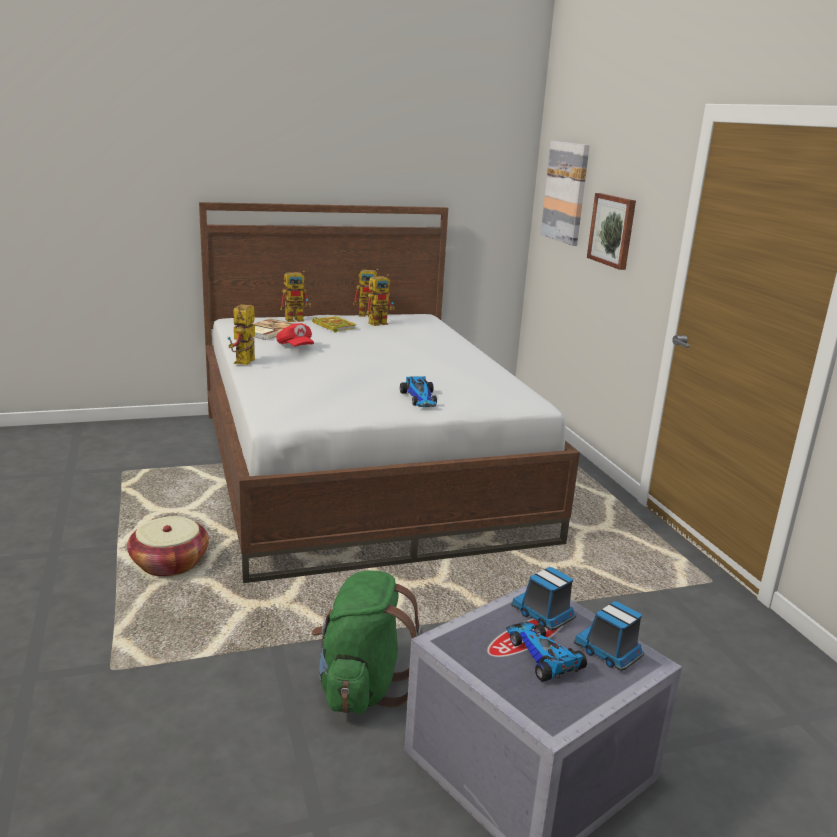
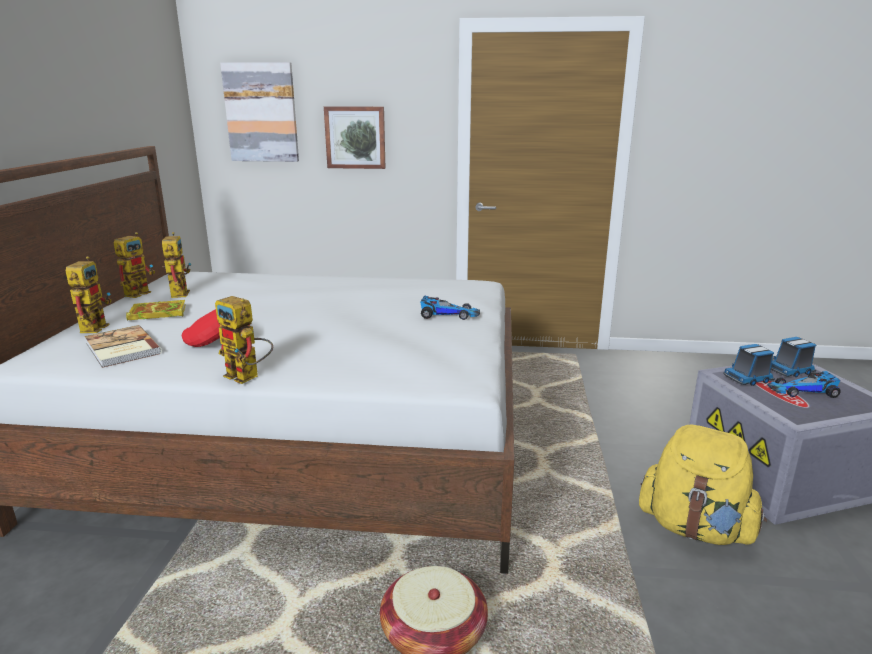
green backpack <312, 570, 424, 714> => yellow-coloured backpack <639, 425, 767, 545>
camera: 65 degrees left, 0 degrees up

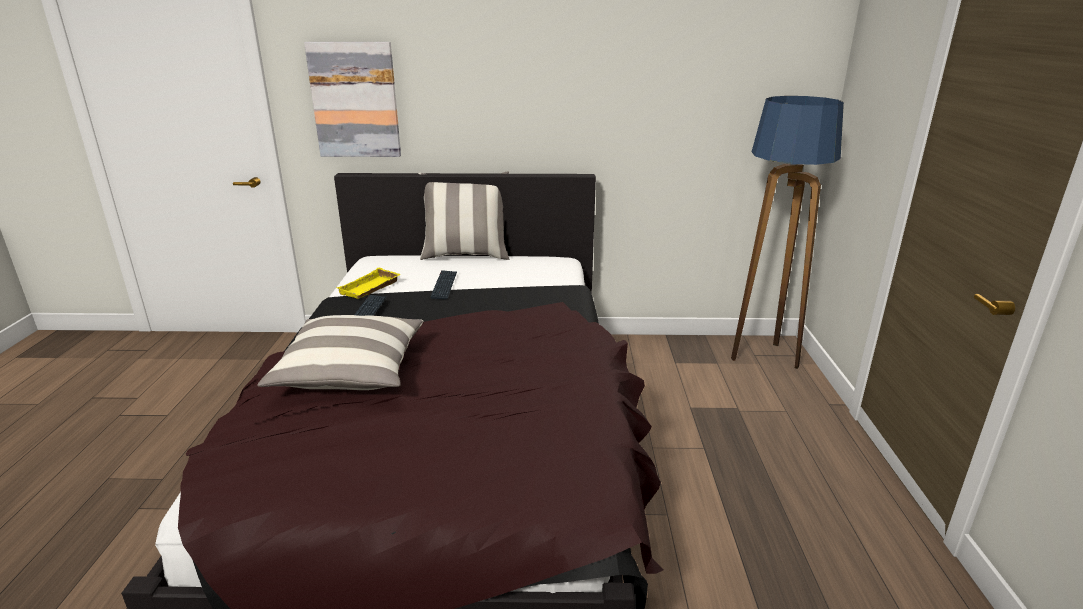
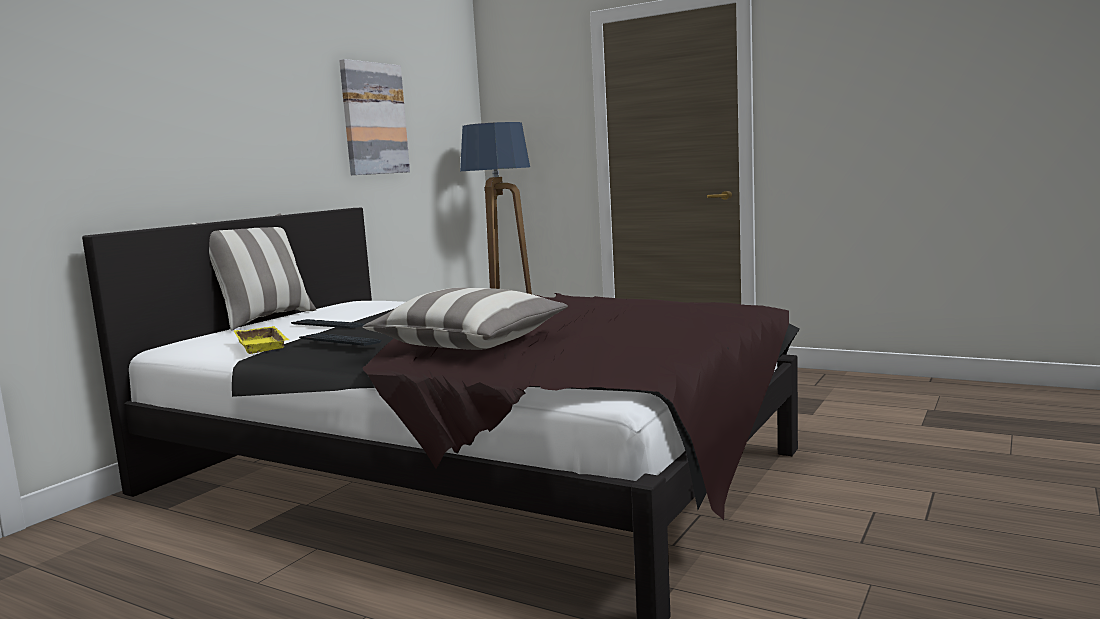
wall art <304, 42, 401, 157> => wall art <339, 59, 410, 175>, relocated
camera: 60 degrees left, 15 degrees down

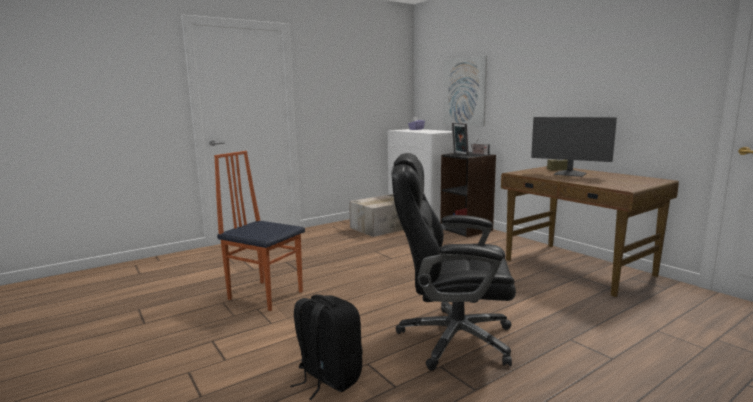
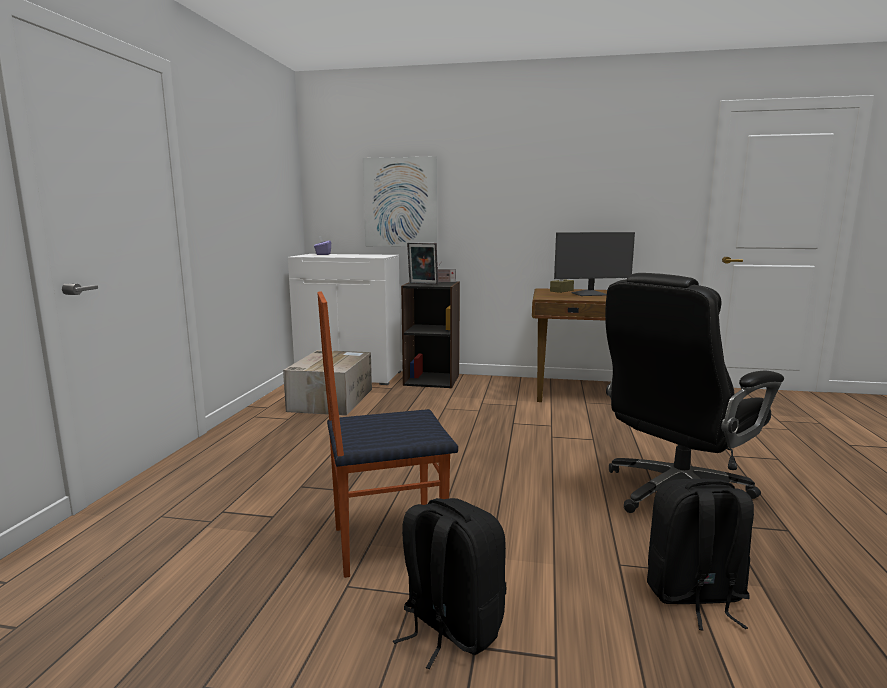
nothing => blackish backpack <393, 498, 507, 669>
camera: 45 degrees left, 0 degrees up

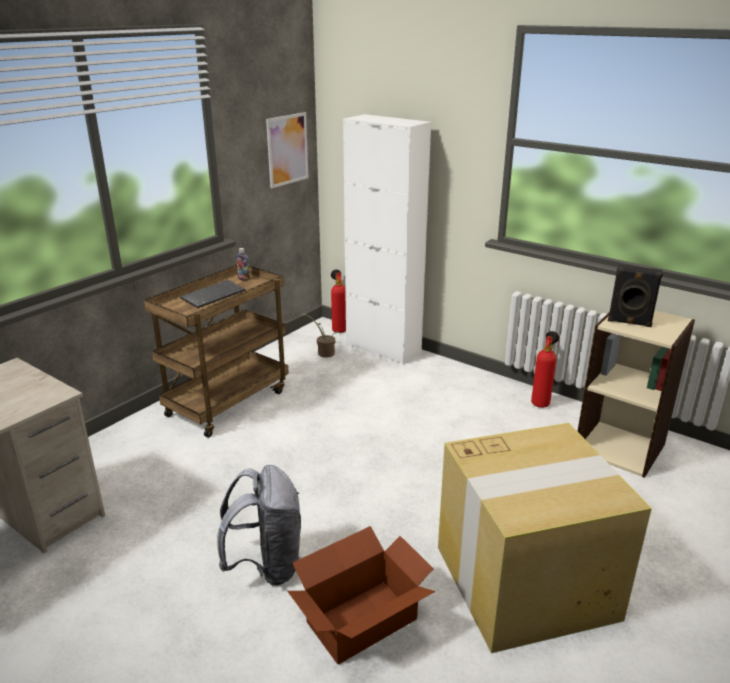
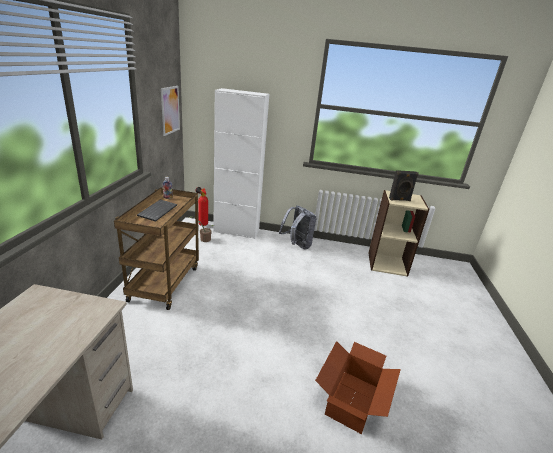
cardboard box <438, 423, 652, 653> => nothing
extinguisher <531, 331, 559, 408> => nothing
greyish backpack <217, 465, 301, 586> => greyish backpack <279, 205, 317, 249>, relocated
camera: 30 degrees left, 0 degrees up

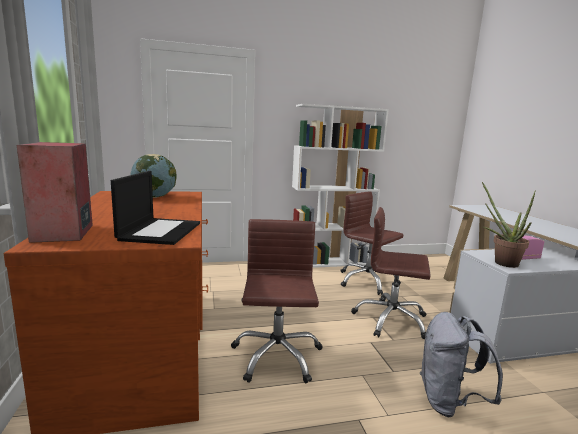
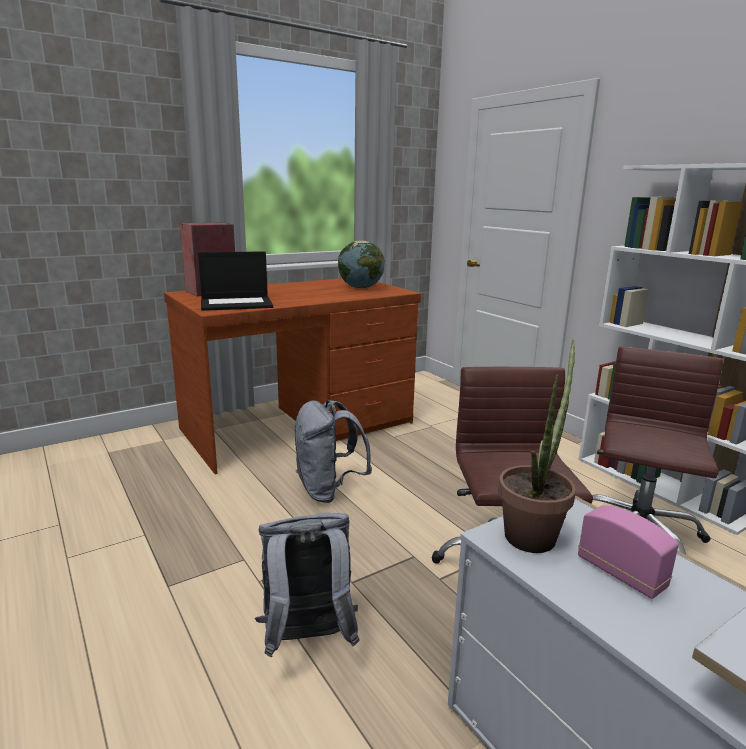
brown-coloured office chair <231, 219, 323, 383> => greyish backpack <294, 400, 372, 503>
camera: 70 degrees right, 5 degrees up

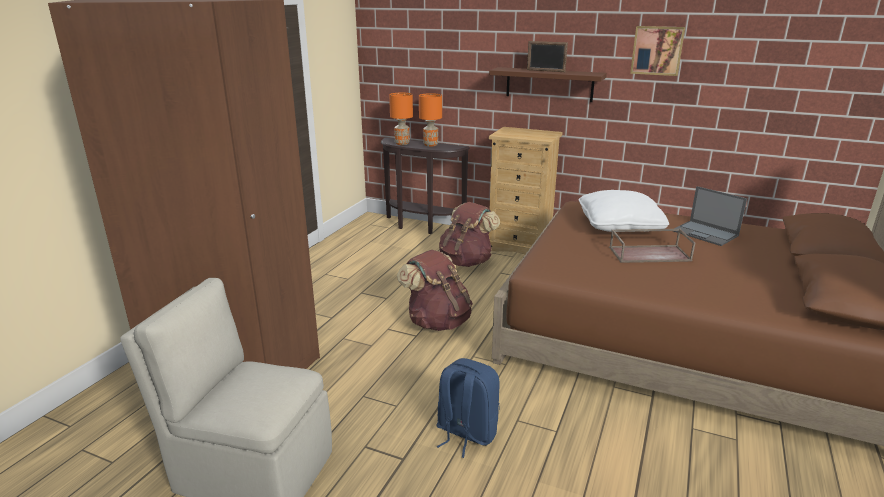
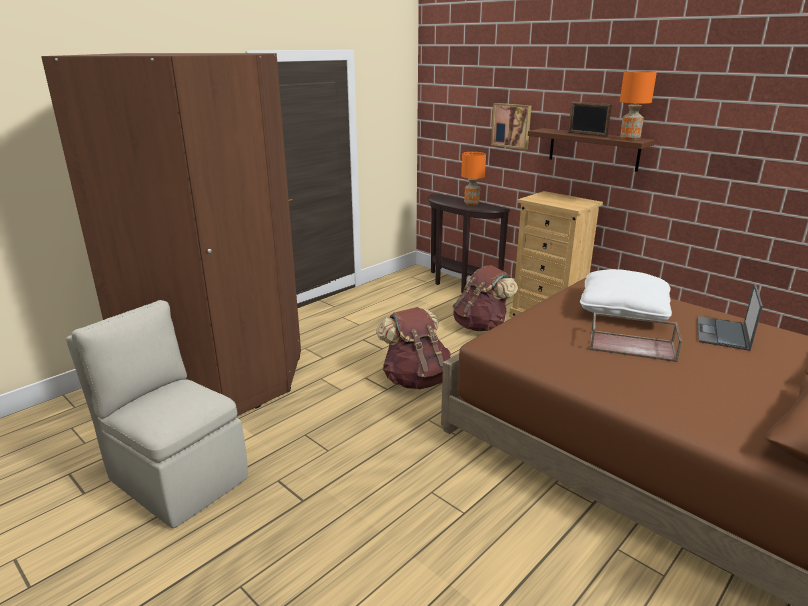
blue-coloured backpack <436, 358, 500, 458> => nothing
orange-coloured lamp for a table <389, 93, 413, 145> => orange-coloured lamp for a table <620, 71, 657, 141>, relocated
wall art <630, 26, 685, 76> => wall art <491, 103, 531, 150>, relocated
laptop <673, 186, 747, 246> => laptop <697, 283, 763, 351>, 45 degrees clockwise
camera: 20 degrees right, 0 degrees up

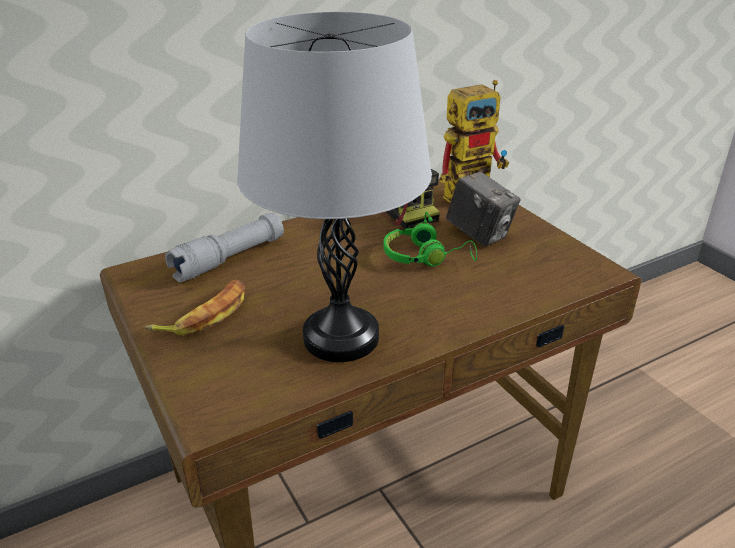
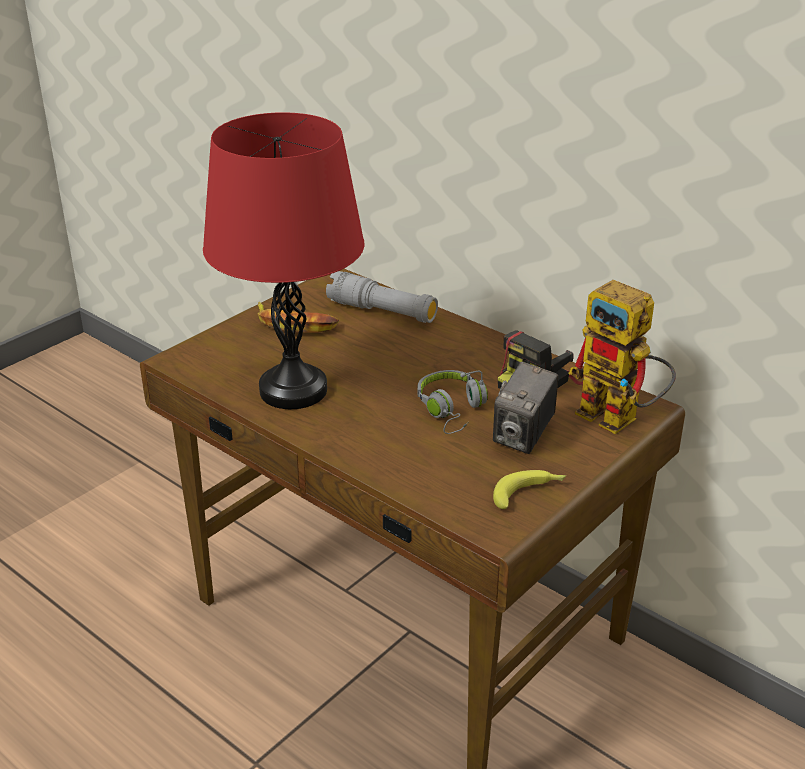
nothing => banana <493, 470, 566, 509>
greyish lamp for a table <237, 12, 432, 362> => red lamp for a table <203, 112, 364, 409>
green pair of headphones <384, 212, 477, 267> => greyish pair of headphones <418, 370, 488, 434>
camera: 70 degrees right, 0 degrees up

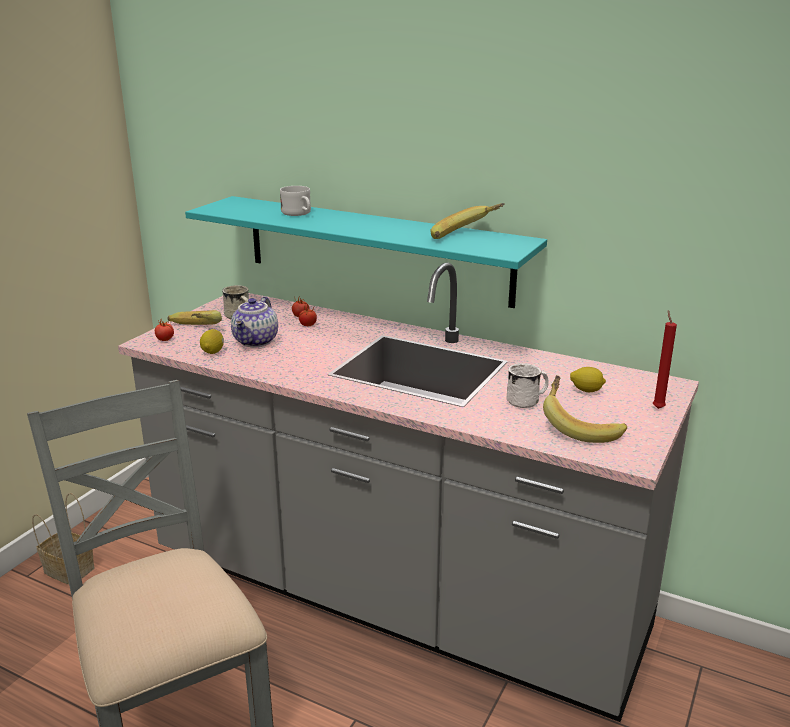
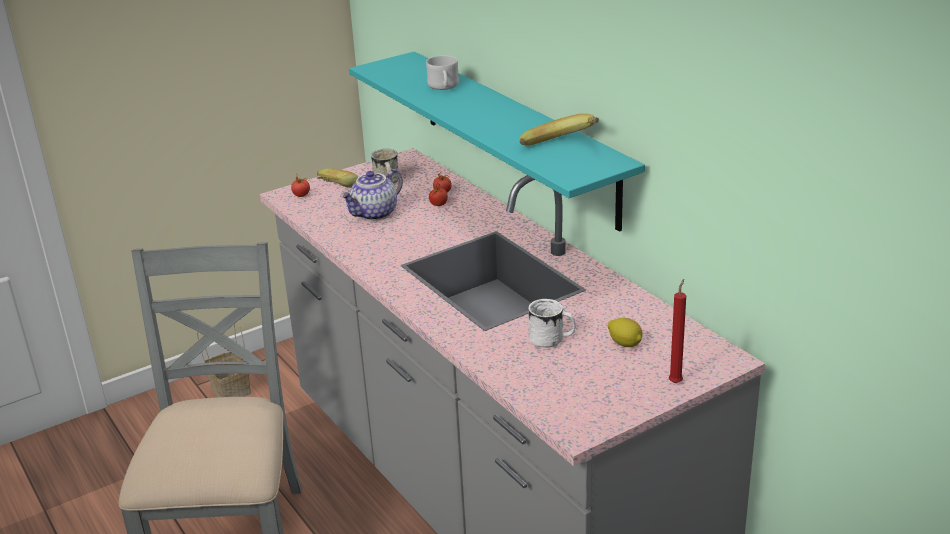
citrus fruit <200, 329, 224, 354> => nothing
banana <543, 375, 627, 443> => nothing
camera: 30 degrees right, 5 degrees up

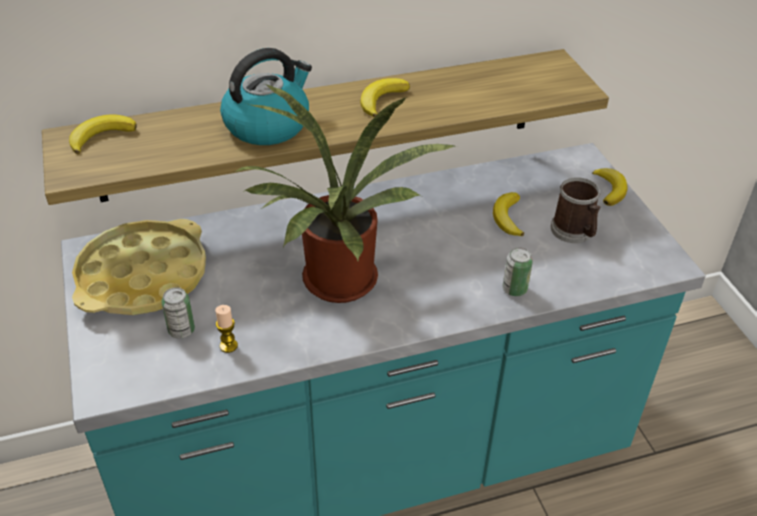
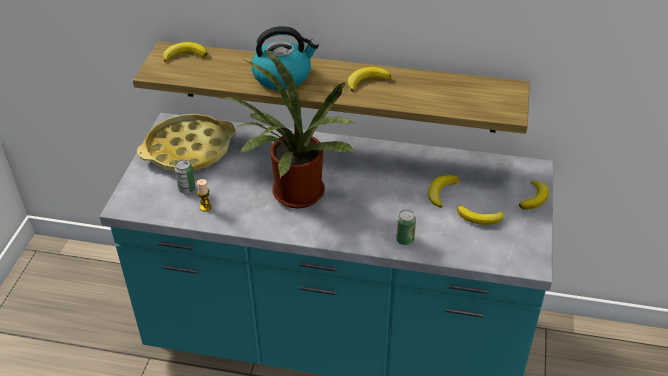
tea mug <551, 177, 600, 243> => banana <457, 205, 504, 225>
camera: 30 degrees right, 0 degrees up

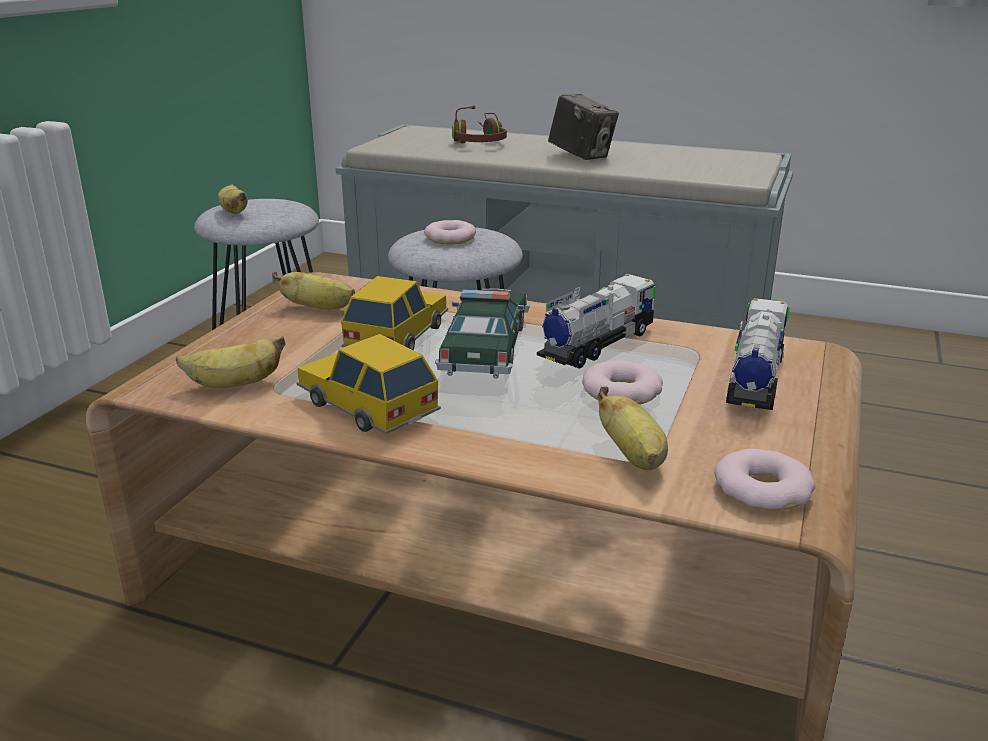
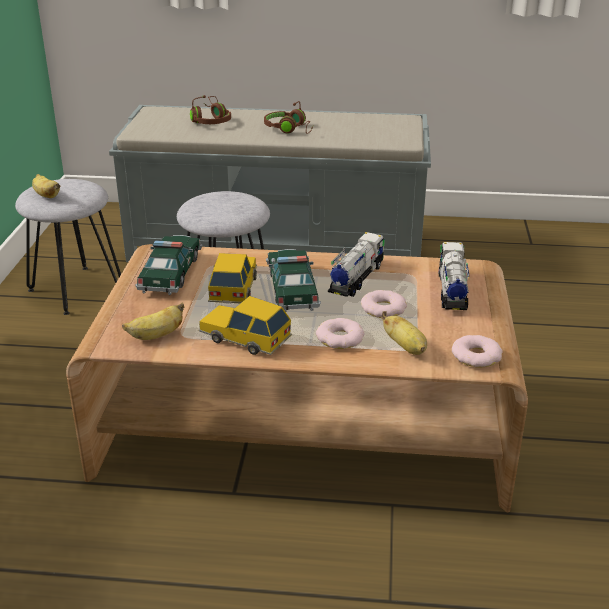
doughnut <424, 220, 476, 245> => doughnut <316, 318, 364, 349>, relocated
banana <272, 271, 355, 309> => miniature car <135, 235, 202, 295>
still camera <548, 94, 619, 160> => brown-coloured pair of headphones <264, 101, 313, 134>
camera: 15 degrees left, 5 degrees up

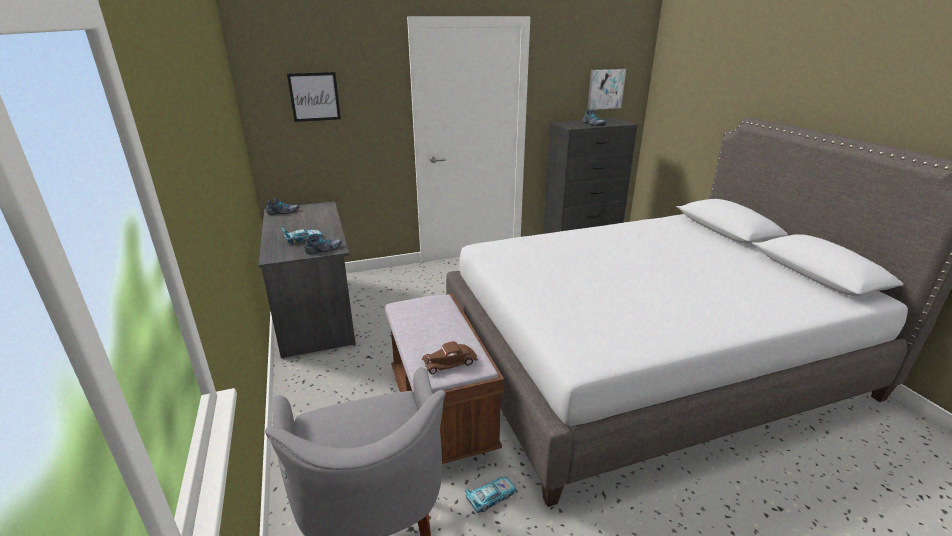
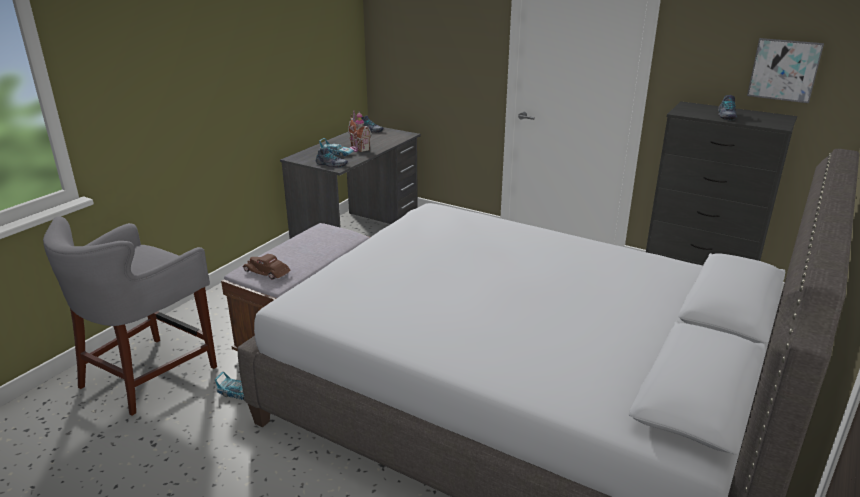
wall art <287, 72, 341, 122> => nothing
nothing => model house <348, 111, 372, 152>
camera: 50 degrees right, 0 degrees up

